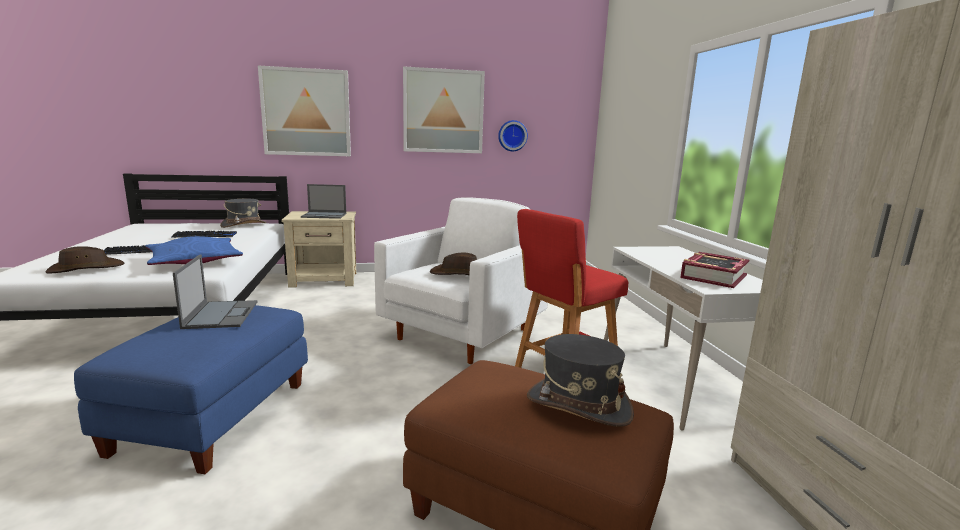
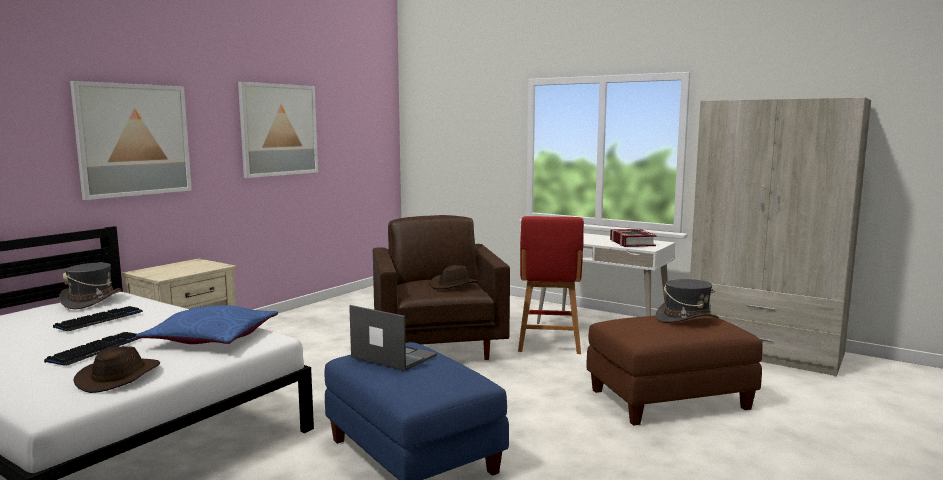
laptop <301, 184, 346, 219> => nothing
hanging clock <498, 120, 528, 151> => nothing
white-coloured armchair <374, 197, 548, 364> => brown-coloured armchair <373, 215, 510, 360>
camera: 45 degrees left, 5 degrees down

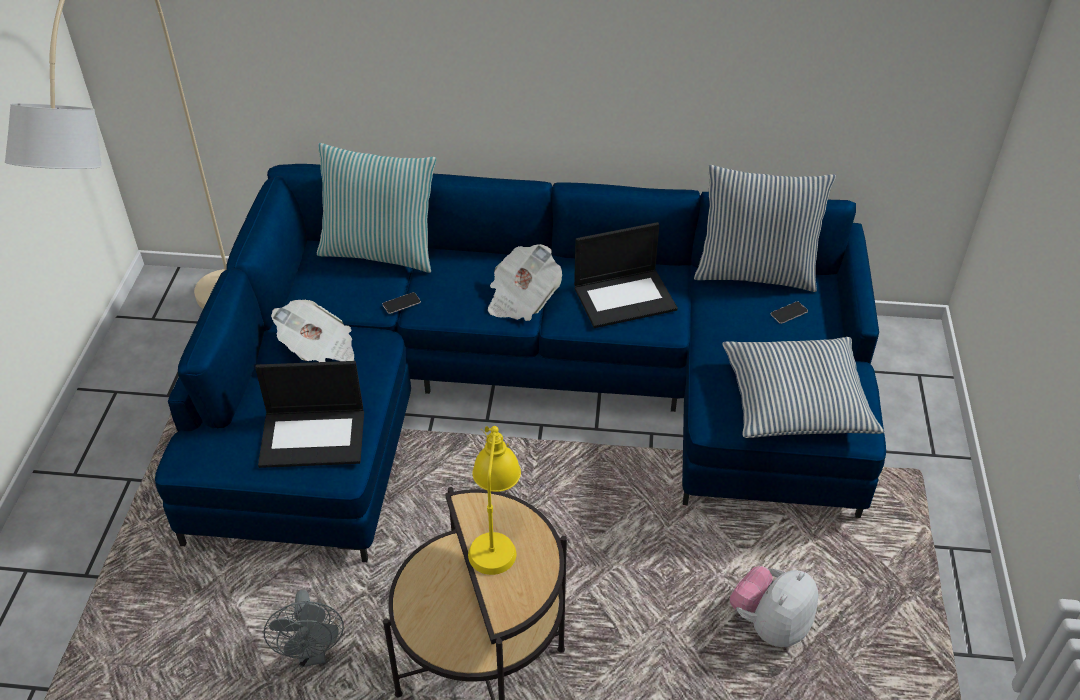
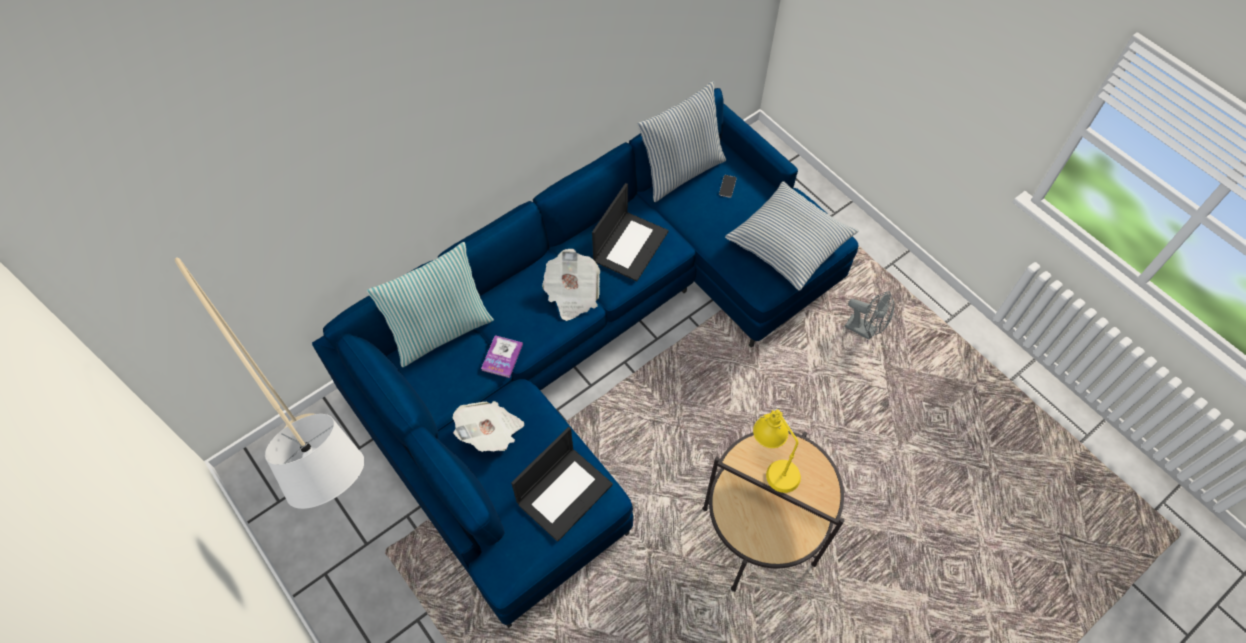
plush toy <730, 566, 819, 647> => nothing
greyish cooling fan <263, 590, 344, 667> => greyish cooling fan <845, 291, 895, 340>, relocated
phone <383, 292, 421, 314> => book <481, 335, 523, 378>
camera: 45 degrees left, 15 degrees up

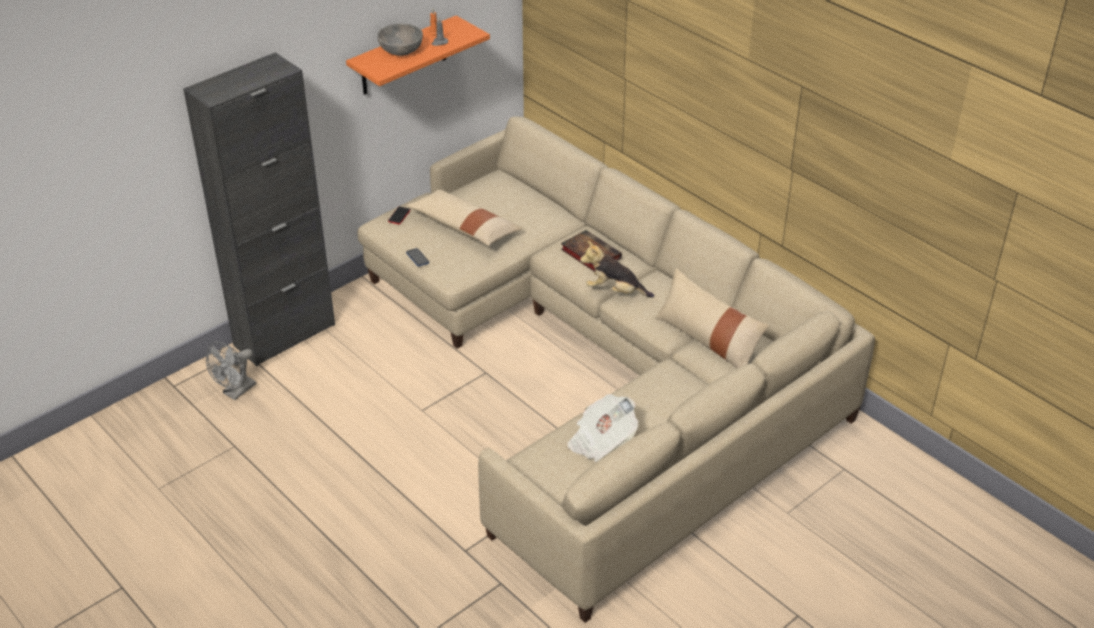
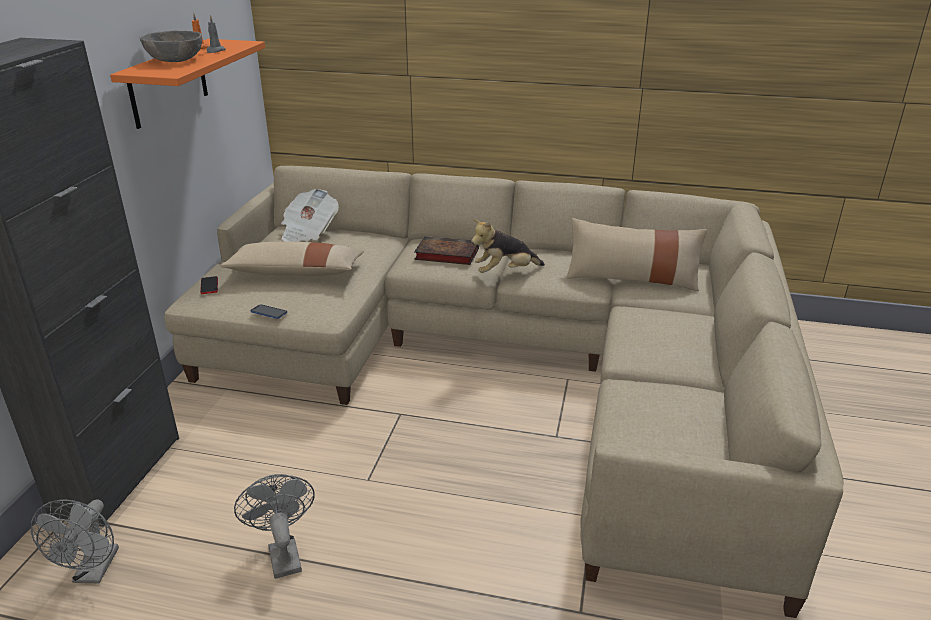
nothing => greyish cooling fan <234, 474, 315, 579>
newspaper <567, 394, 638, 462> => newspaper <281, 189, 339, 242>, relocated
camera: 35 degrees left, 10 degrees down

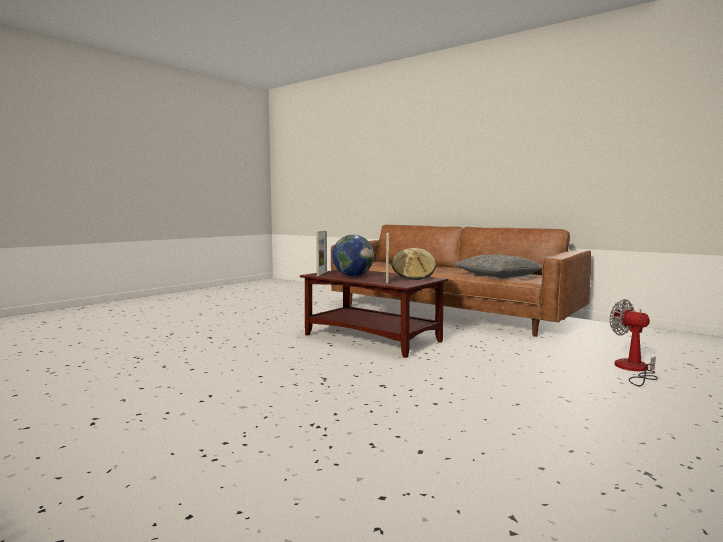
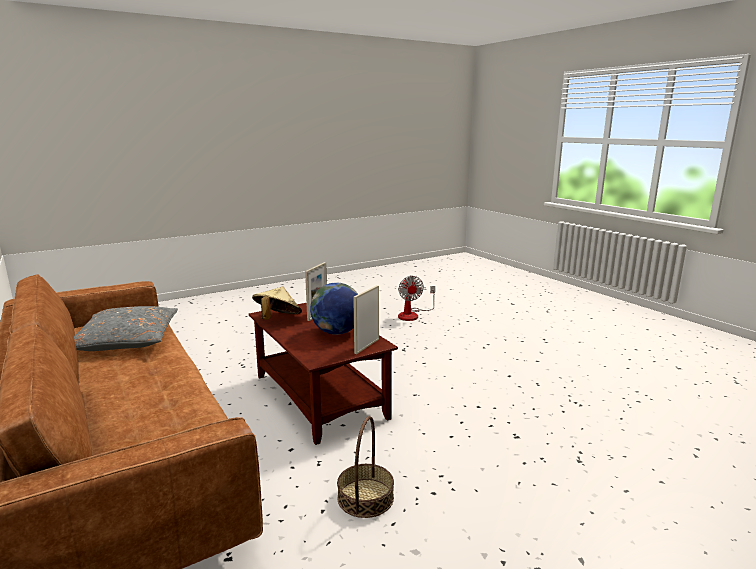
nothing => household basket <337, 416, 394, 518>
cooling fan <610, 299, 658, 386> => cooling fan <398, 276, 435, 321>, relocated
camera: 160 degrees left, 10 degrees up

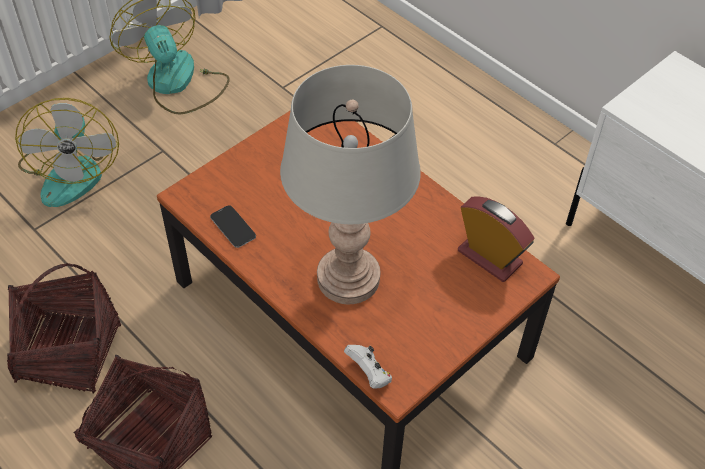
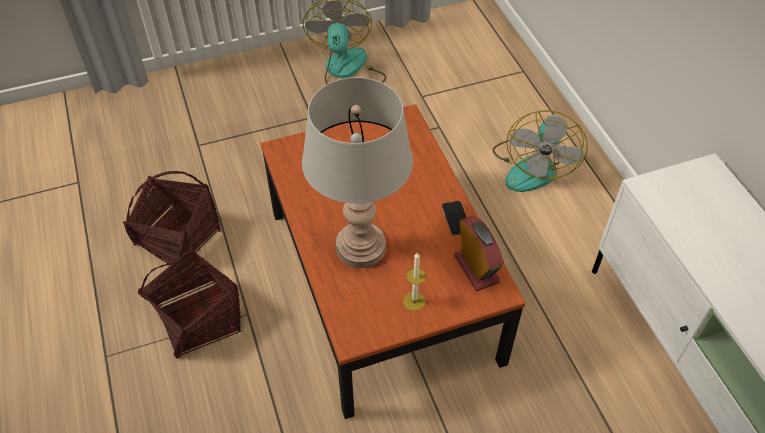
white-coloured joypad <344, 345, 392, 389> => nothing
nothing => wax candle <403, 253, 426, 311>
cooling fan <15, 98, 119, 207> => cooling fan <493, 110, 588, 192>, relocated
phone <210, 205, 256, 248> => phone <442, 201, 467, 236>, relocated
camera: 25 degrees right, 0 degrees up

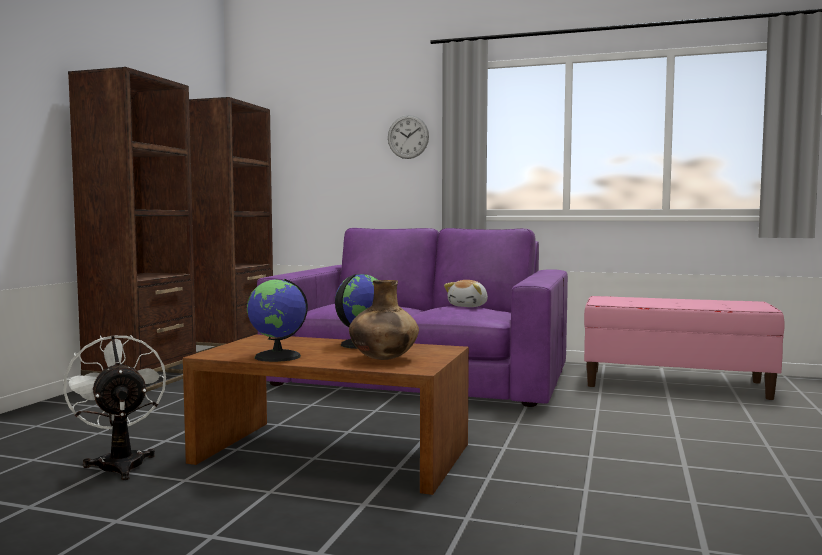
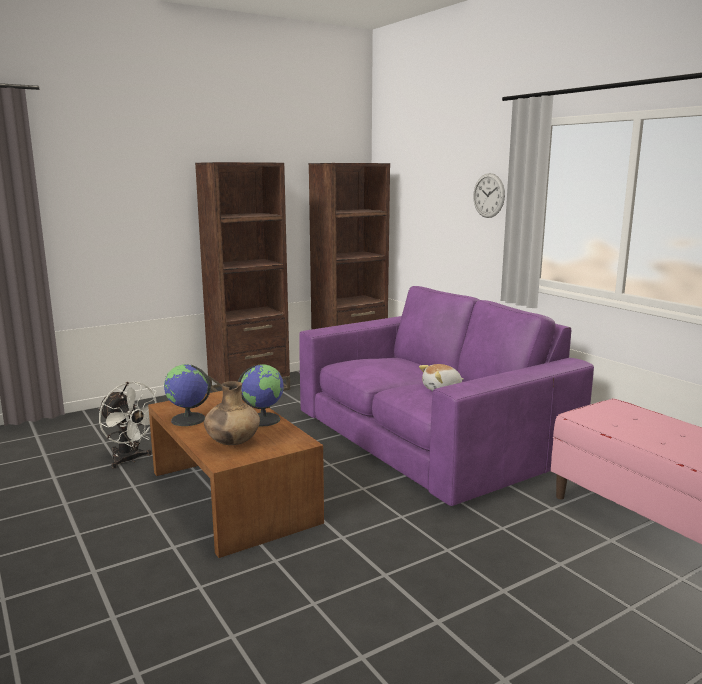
white-coloured cooling fan <63, 335, 166, 480> => white-coloured cooling fan <99, 382, 157, 469>, 120 degrees clockwise
camera: 40 degrees right, 10 degrees up

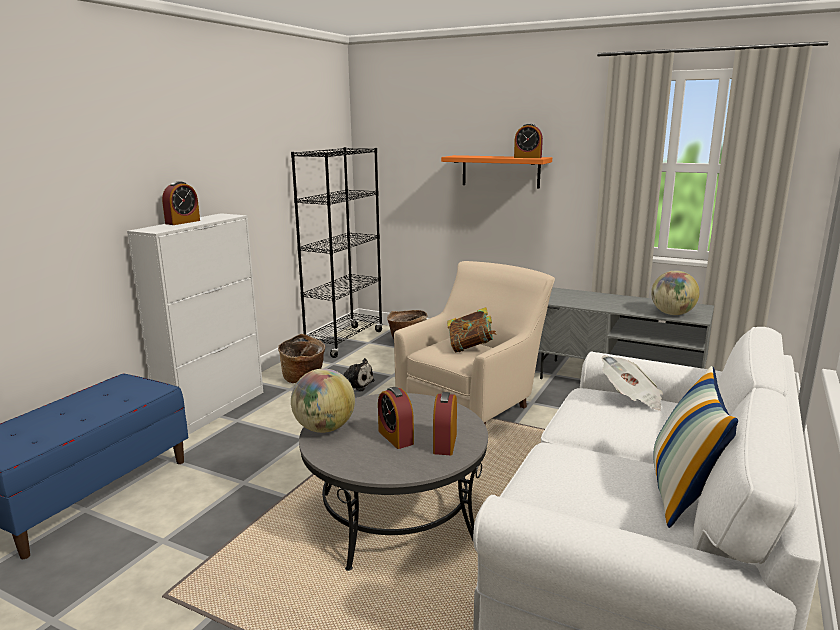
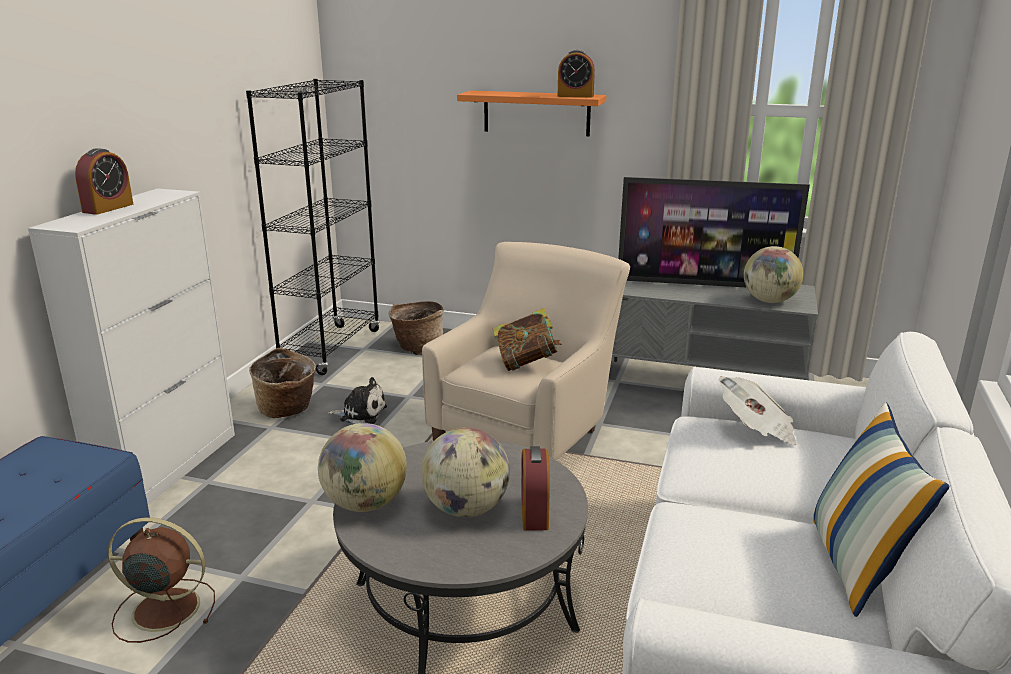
nothing => brown-coloured cooling fan <108, 517, 215, 643>
nothing => TV <618, 177, 810, 288>
bedside clock <378, 387, 414, 449> => globe <421, 428, 510, 517>
camera: 10 degrees left, 5 degrees up

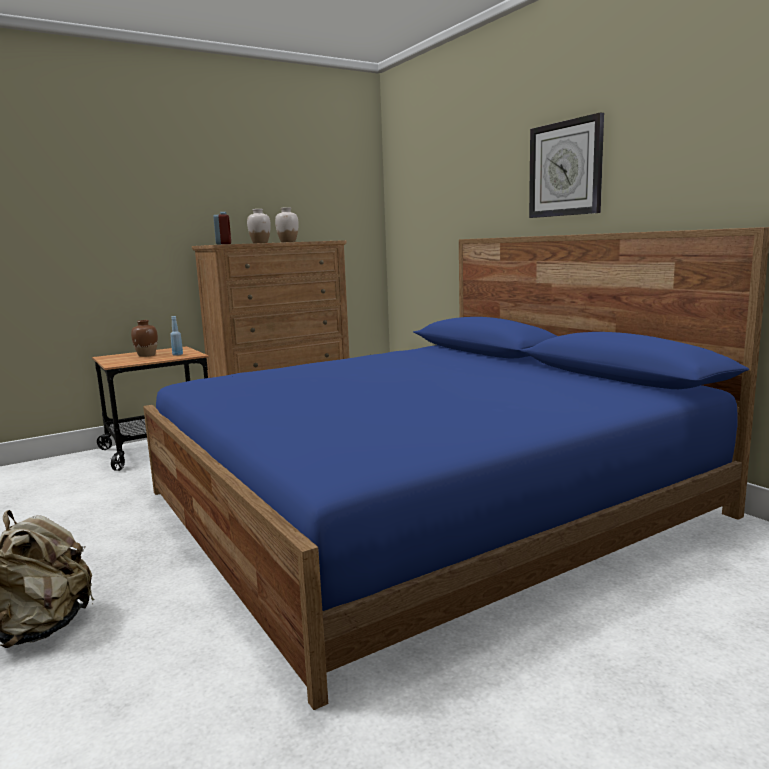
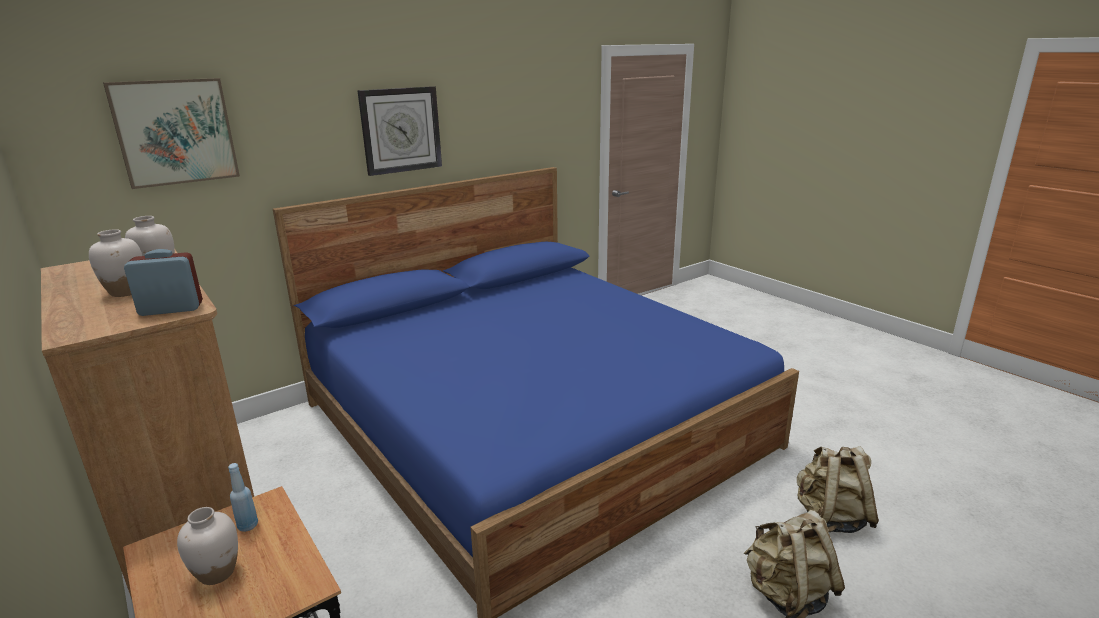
nothing => wall art <103, 78, 240, 189>
nothing => beige backpack <797, 446, 879, 533>
brown-coloured vase <131, 320, 158, 357> => white-coloured vase <177, 507, 238, 585>
camera: 95 degrees left, 10 degrees up

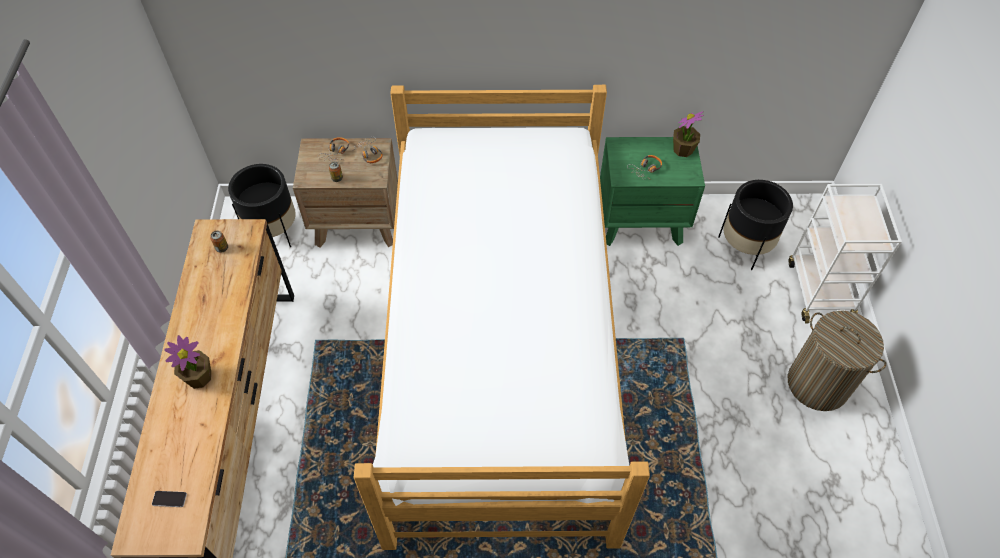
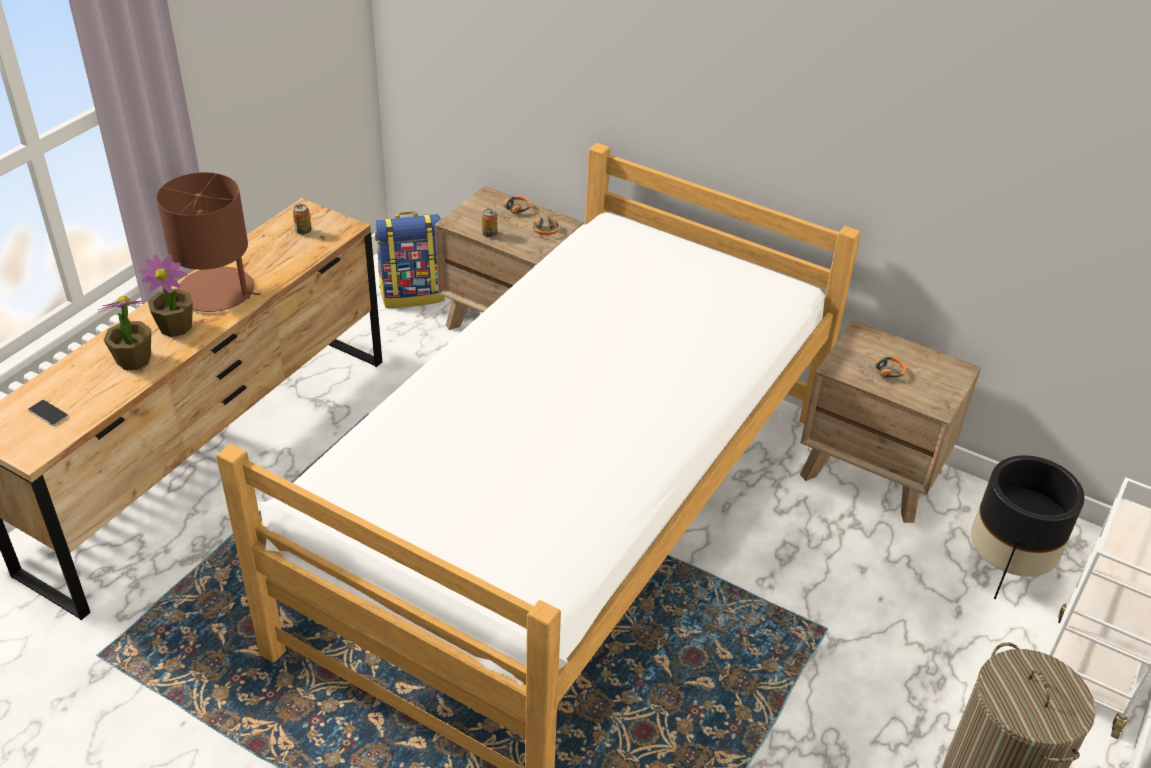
nothing => brown-coloured lamp for a table <156, 172, 261, 312>
potted plant <673, 111, 704, 157> => potted plant <98, 296, 151, 370>, relocated
blackish plant pot <228, 164, 296, 247> => backpack <375, 212, 445, 308>
green nightstand <600, 137, 705, 246> => brown-coloured nightstand <800, 321, 981, 523>
camera: 30 degrees right, 15 degrees down

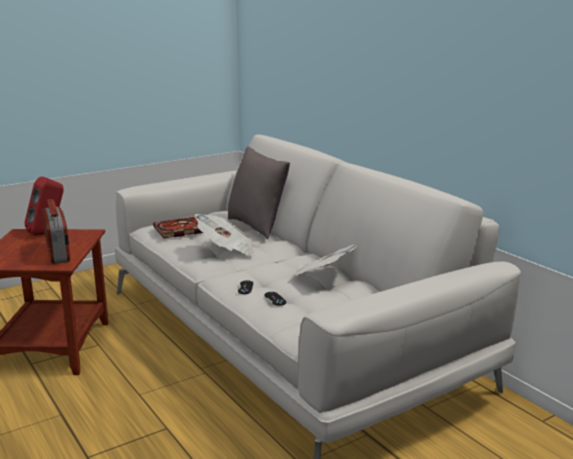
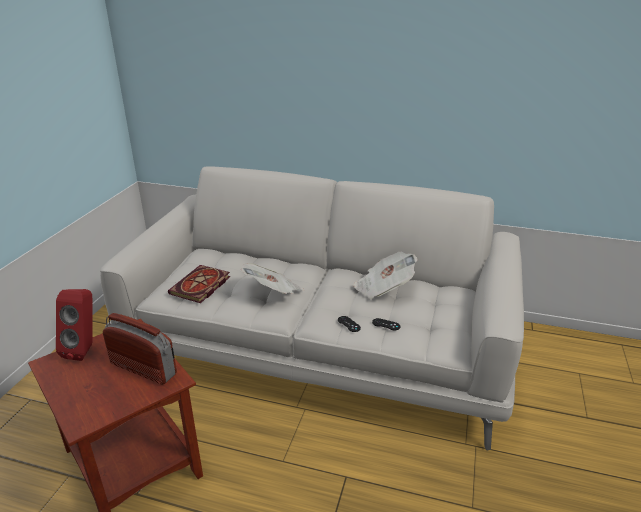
greyish cushion <228, 146, 290, 239> => nothing
camera: 40 degrees left, 10 degrees up

